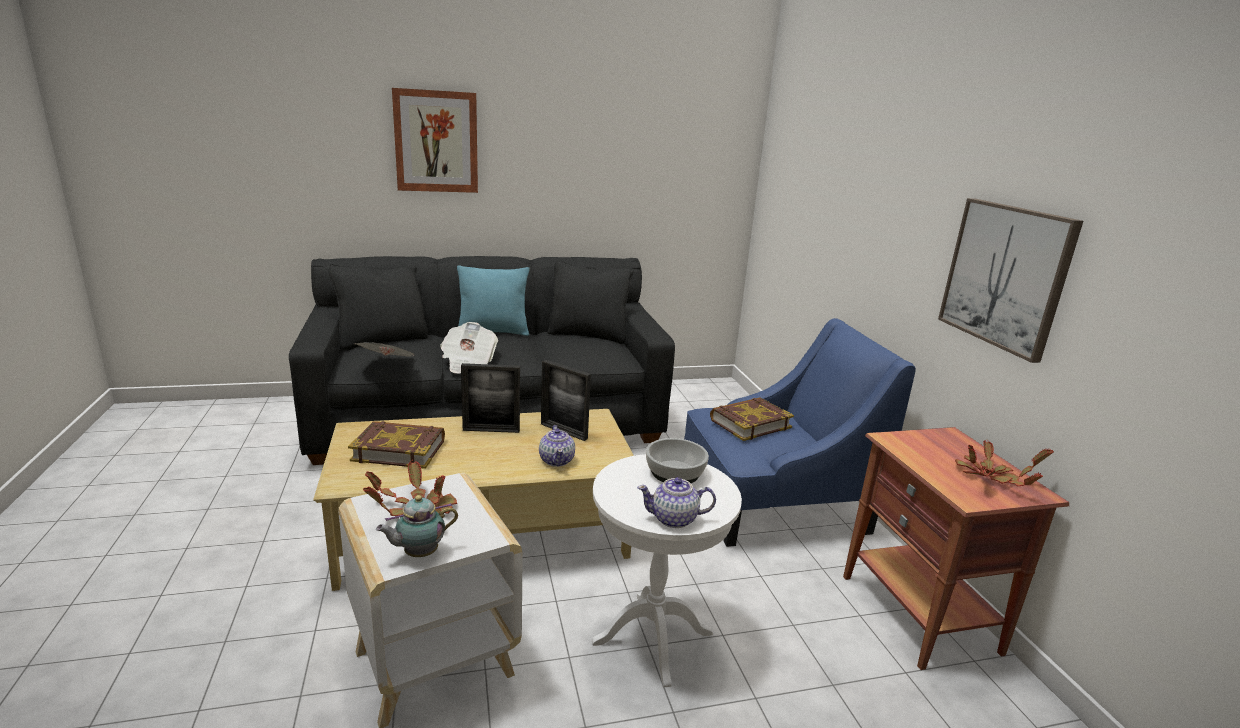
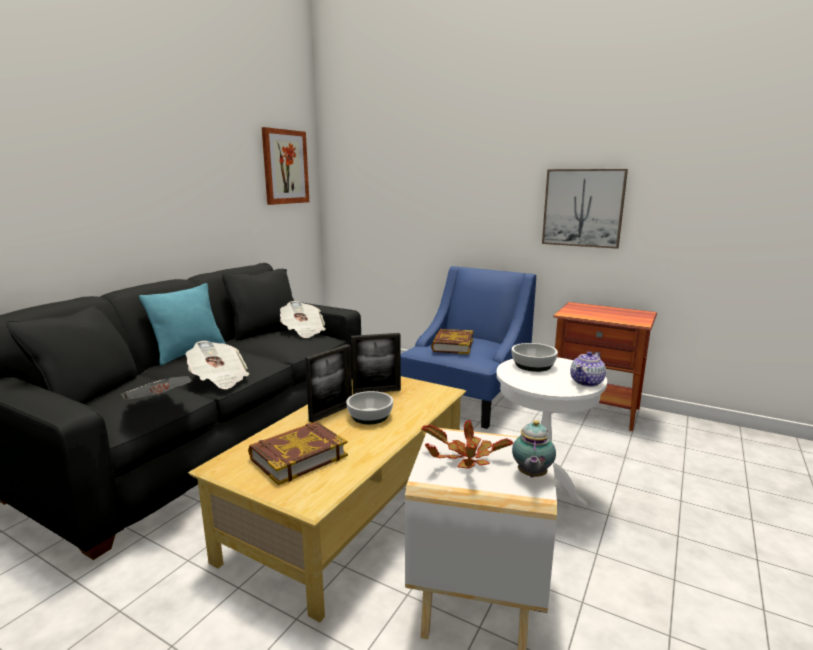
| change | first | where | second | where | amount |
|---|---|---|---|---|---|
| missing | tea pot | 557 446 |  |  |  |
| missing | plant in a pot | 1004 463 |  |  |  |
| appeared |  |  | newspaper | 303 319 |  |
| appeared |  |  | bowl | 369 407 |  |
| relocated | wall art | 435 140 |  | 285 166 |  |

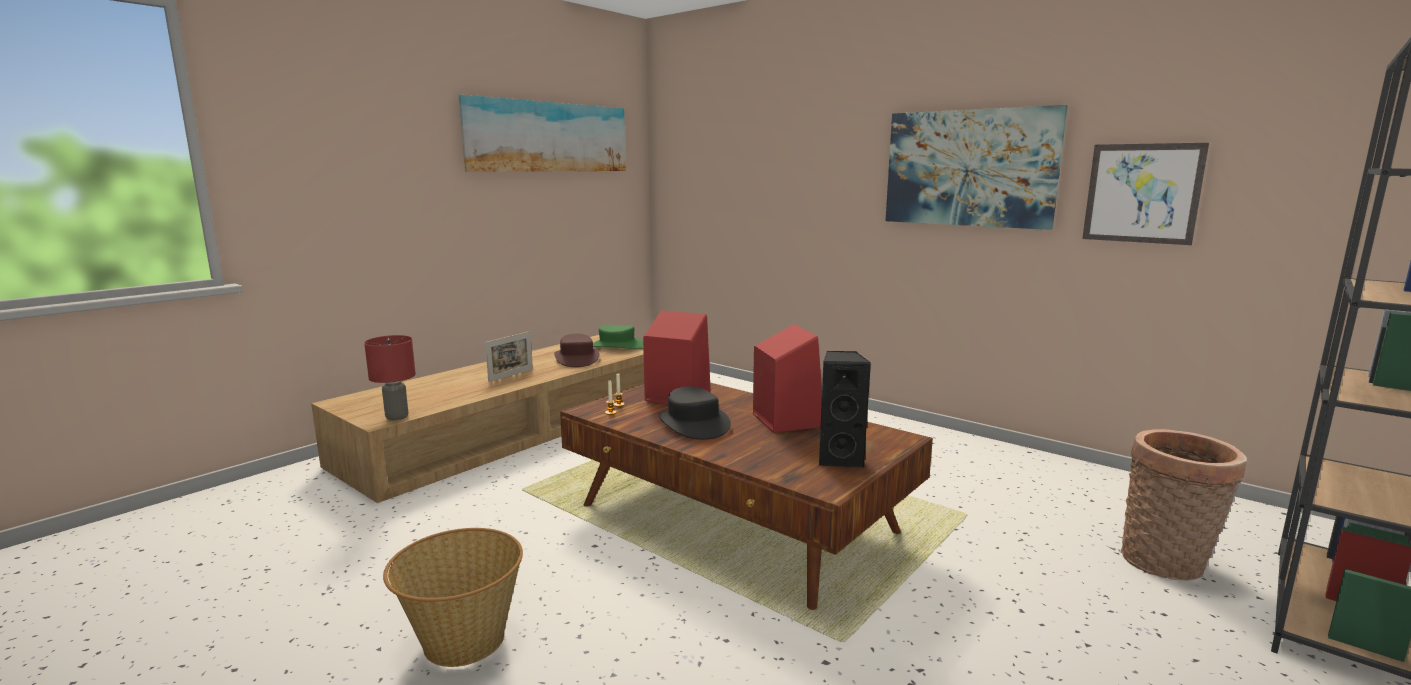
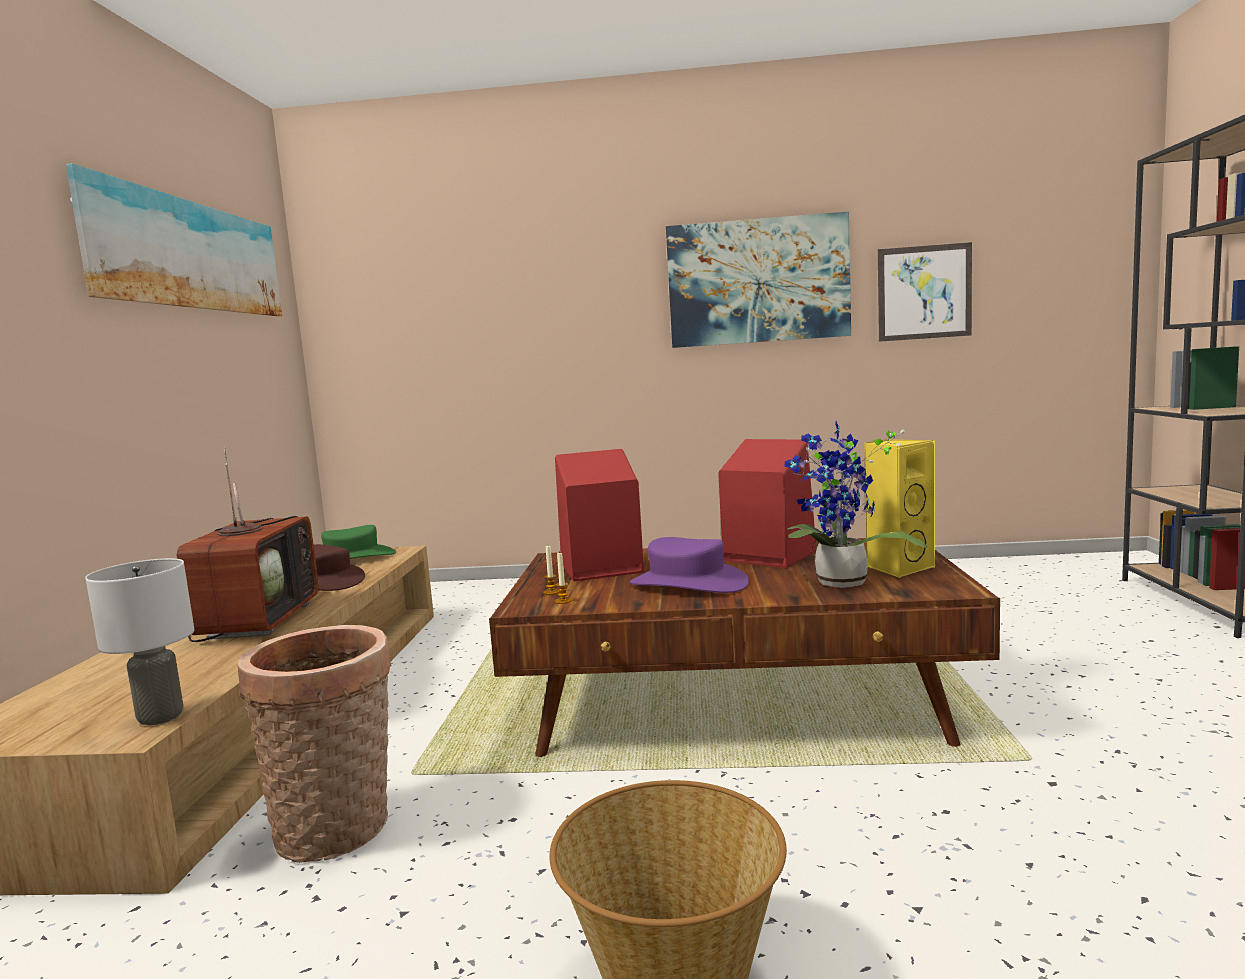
| change | first | where | second | where | amount |
|---|---|---|---|---|---|
| appeared |  |  | plant in a pot | 855 504 |  |
| relocated | storage basket | 1184 504 |  | 314 744 |  |
| exchanged | photo frame | 509 356 | TV | 248 544 |  |
| colour | red lamp for a table | 390 377 | white-coloured lamp for a table | 139 641 |  |
| colour | blackish wearable hat | 694 413 | purple-coloured wearable hat | 689 565 |  |
| colour | blackish audio speaker | 845 409 | yellow-coloured audio speaker | 899 508 |  |

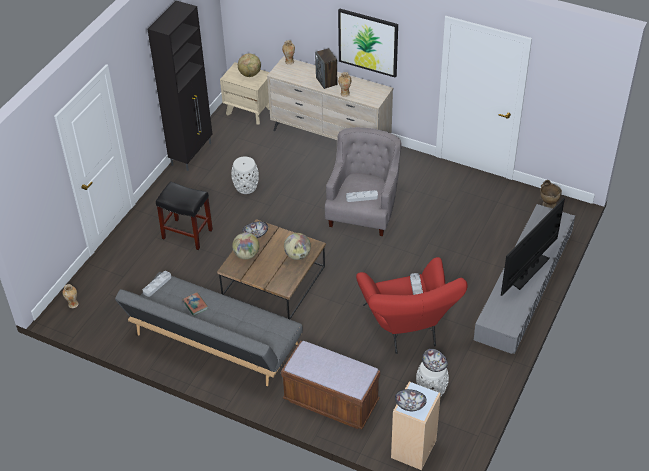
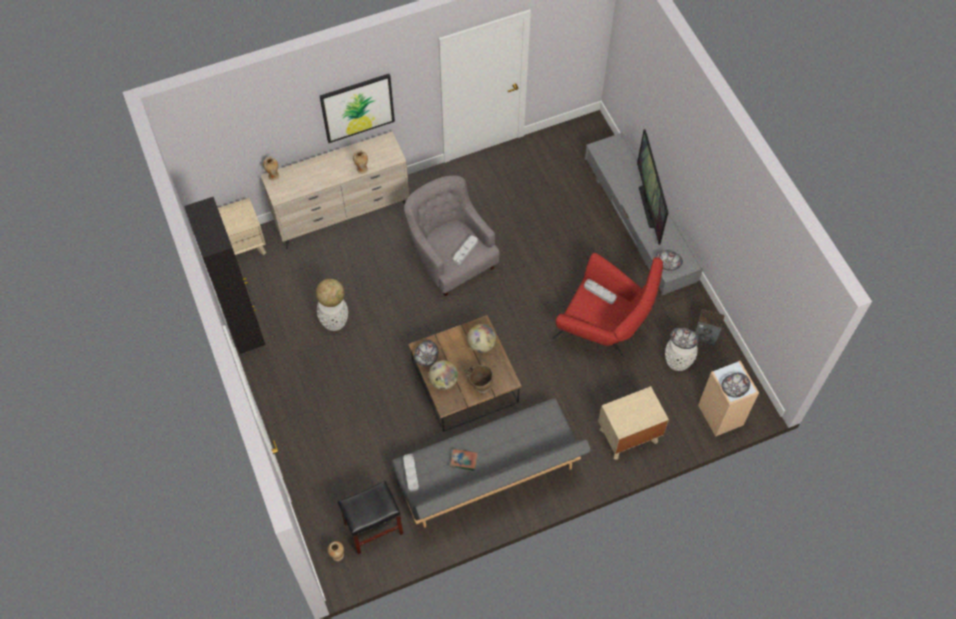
| change | first | where | second | where | amount |
|---|---|---|---|---|---|
| appeared |  |  | bowl | 669 260 |  |
| relocated | blackish stool seat | 184 215 |  | 370 517 |  |
| relocated | desk globe | 249 65 |  | 330 293 |  |
| relocated | audio speaker | 326 68 |  | 709 327 |  |
| relocated | beige-coloured vase | 551 194 |  | 478 379 |  |
| exchanged | brown-coloured long seat | 330 385 | beige-coloured night table | 633 423 |  |

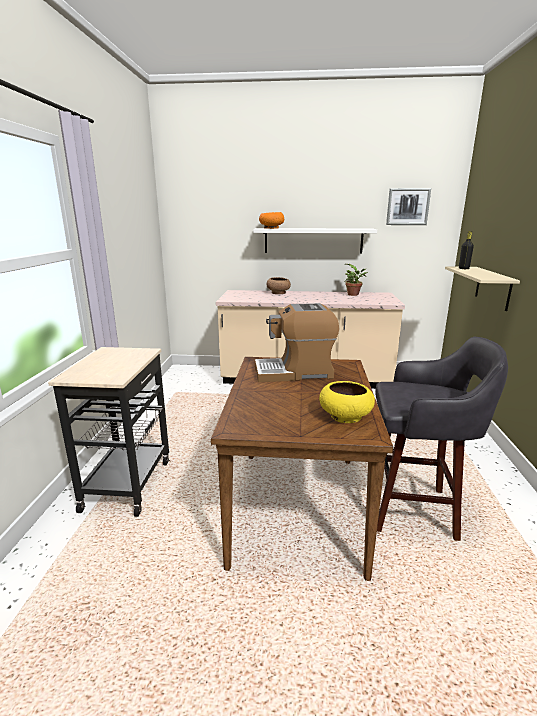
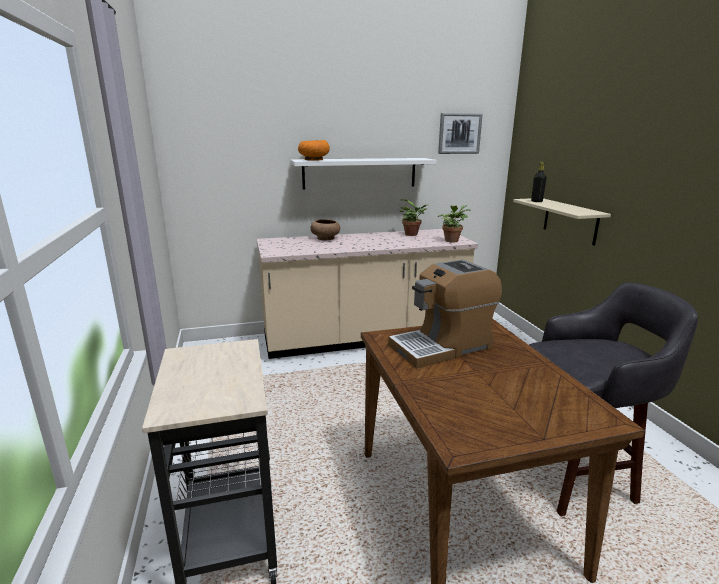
| change | first | where | second | where | amount |
|---|---|---|---|---|---|
| missing | yellow-coloured bowl | 347 402 |  |  |  |
| appeared |  |  | plant in a pot | 454 223 |  |

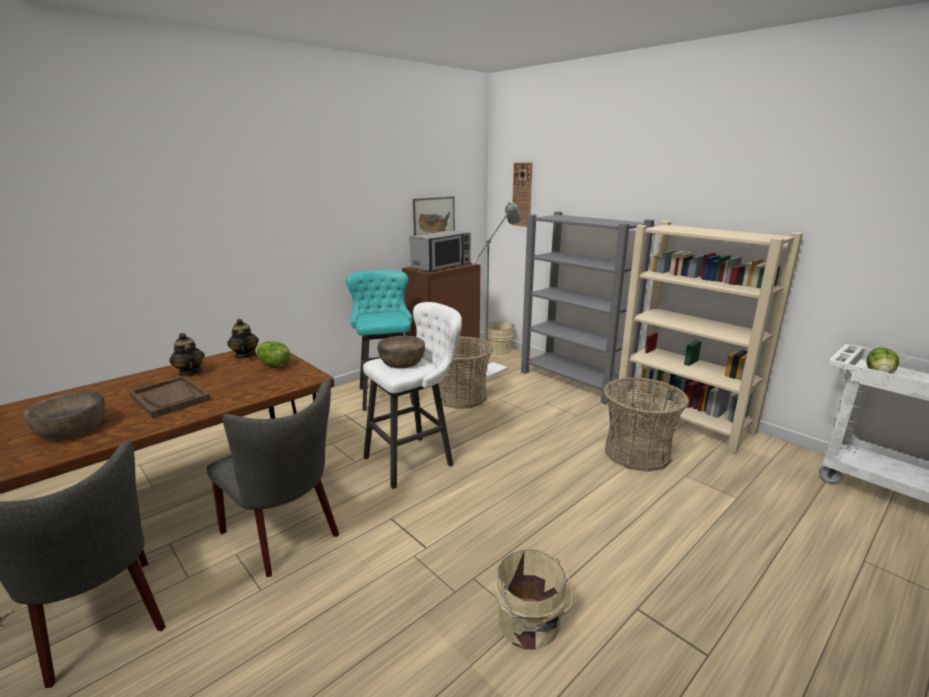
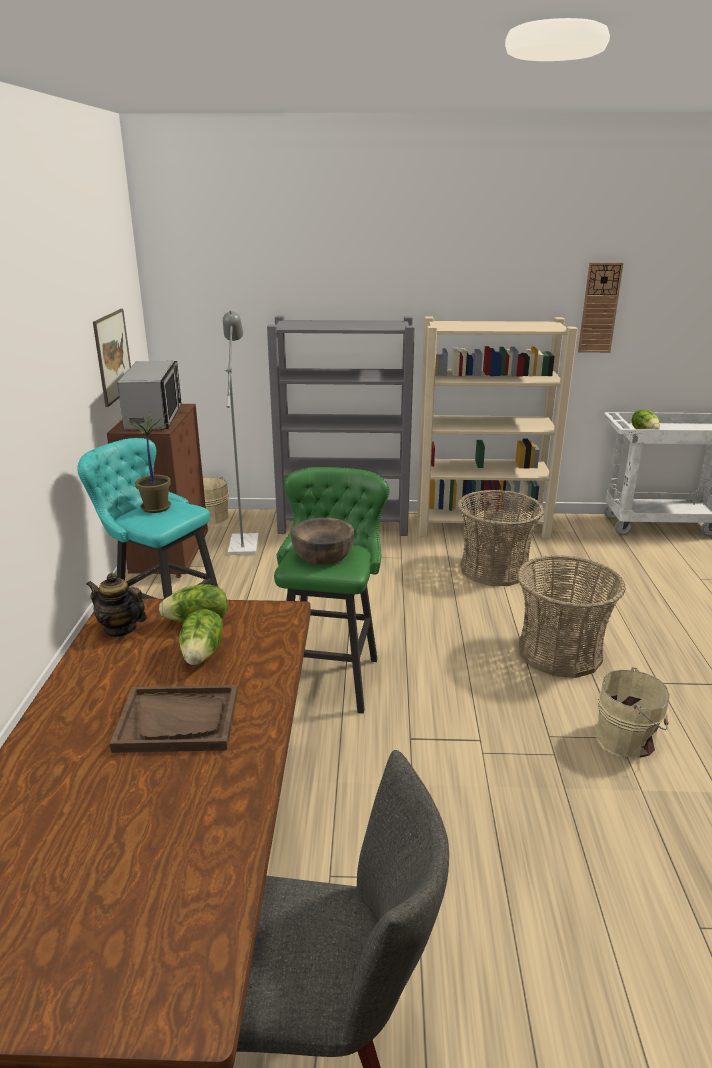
| change | first | where | second | where | amount |
|---|---|---|---|---|---|
| missing | brown-coloured bowl | 64 416 |  |  |  |
| missing | tea pot | 187 354 |  |  |  |
| missing | grey plain chair | 273 477 |  |  |  |
| appeared |  |  | plant in a pot | 149 462 |  |
| appeared |  |  | lettuce head | 201 637 |  |
| relocated | storage basket | 465 373 |  | 571 616 |  |
| relocated | hanging clock | 522 194 |  | 601 307 |  |
| colour | white-coloured stool seat | 412 395 | green-coloured stool seat | 331 590 |  |

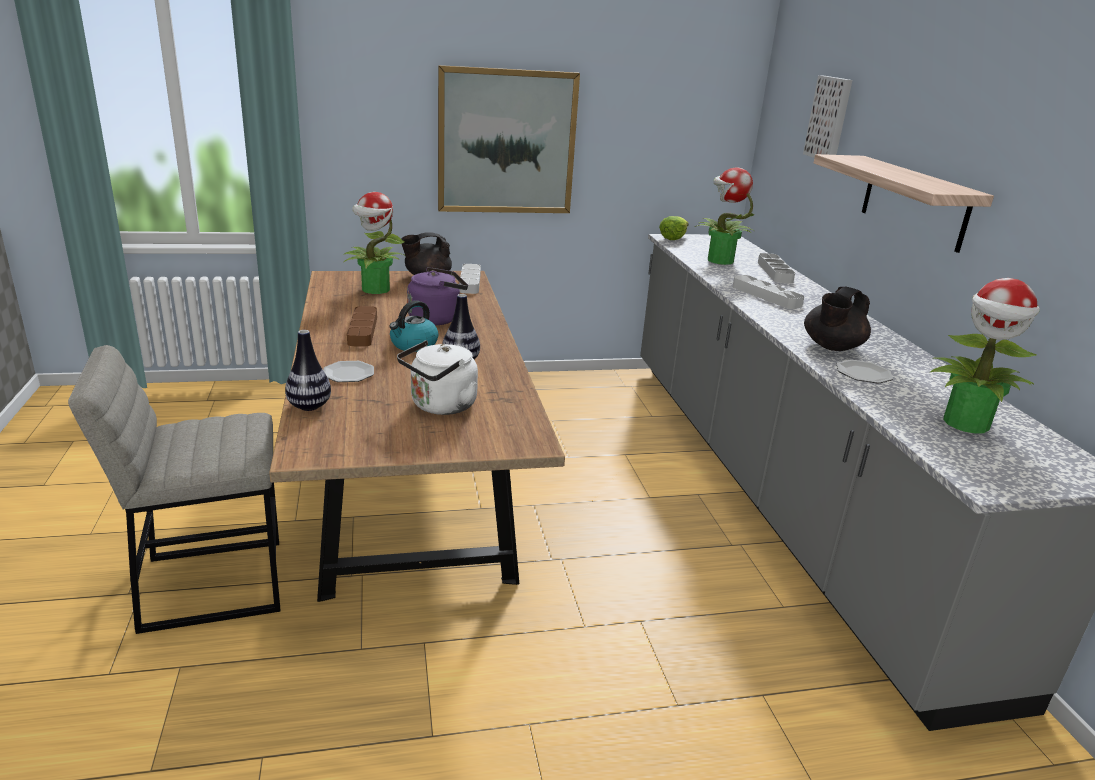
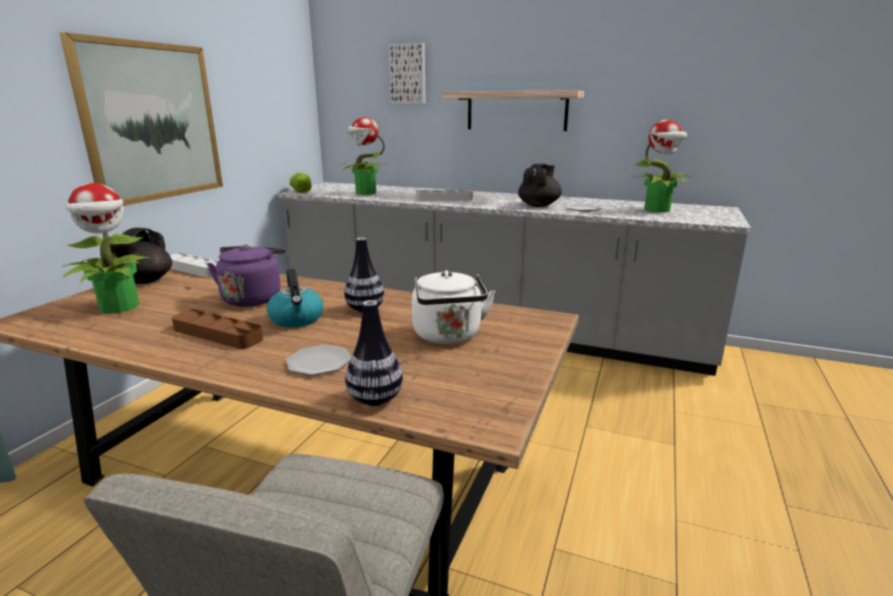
| change | first | where | second | where | amount |
|---|---|---|---|---|---|
| missing | grey serving tray | 776 268 |  |  |  |
| spun | blackish tea pot | 837 319 |  | 540 185 | 135 degrees counterclockwise |

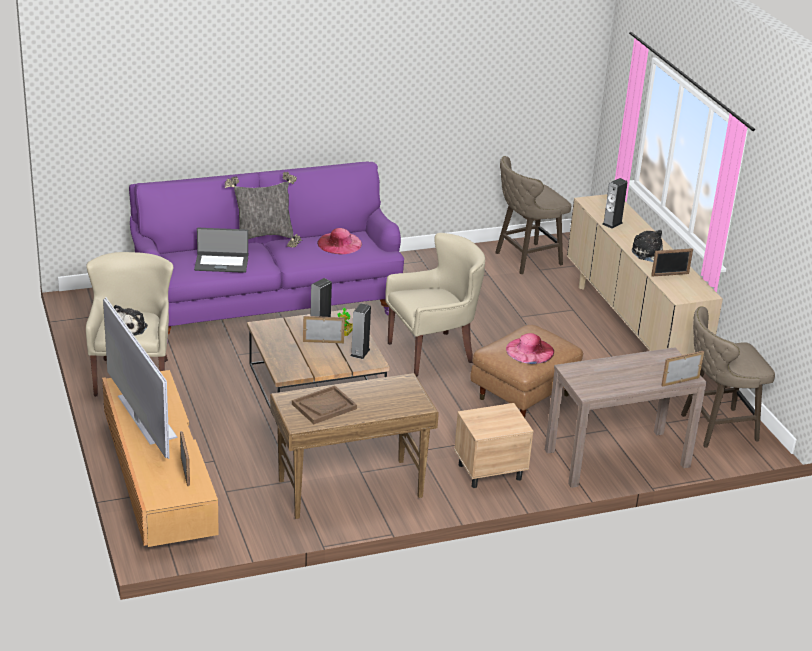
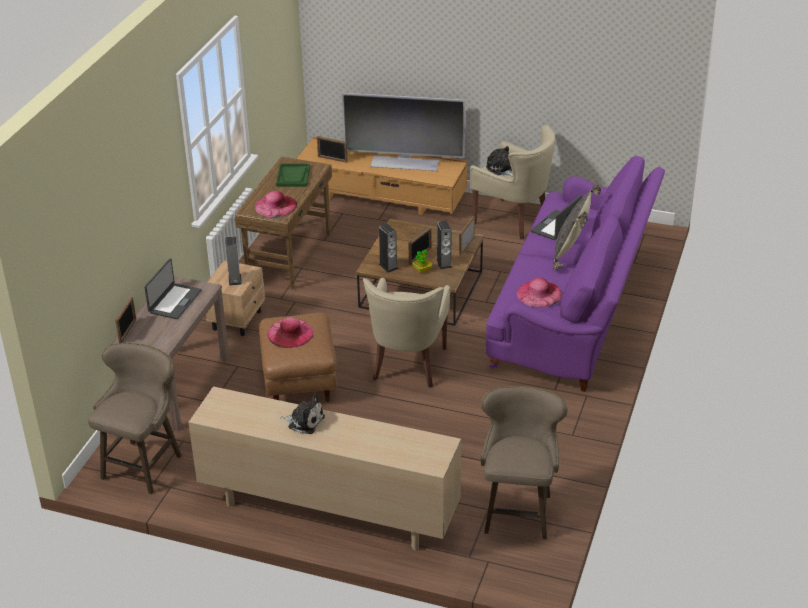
| change | first | where | second | where | amount |
|---|---|---|---|---|---|
| appeared |  |  | portable computer | 172 288 |  |
| appeared |  |  | pinkish wearable hat | 276 204 |  |
| relocated | audio speaker | 615 203 |  | 233 261 |  |
| relocated | photo frame | 672 262 |  | 467 236 |  |
| colour | brown-coloured serving tray | 324 405 | green-coloured serving tray | 293 175 |  |

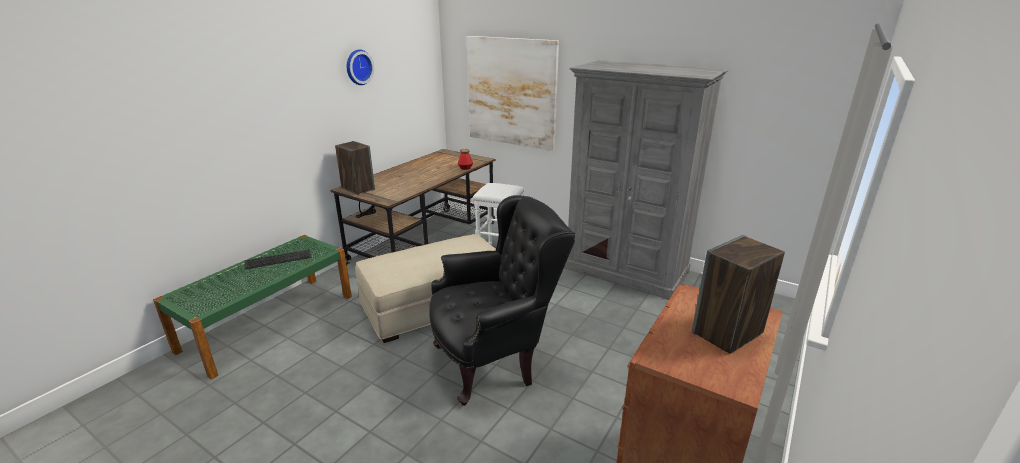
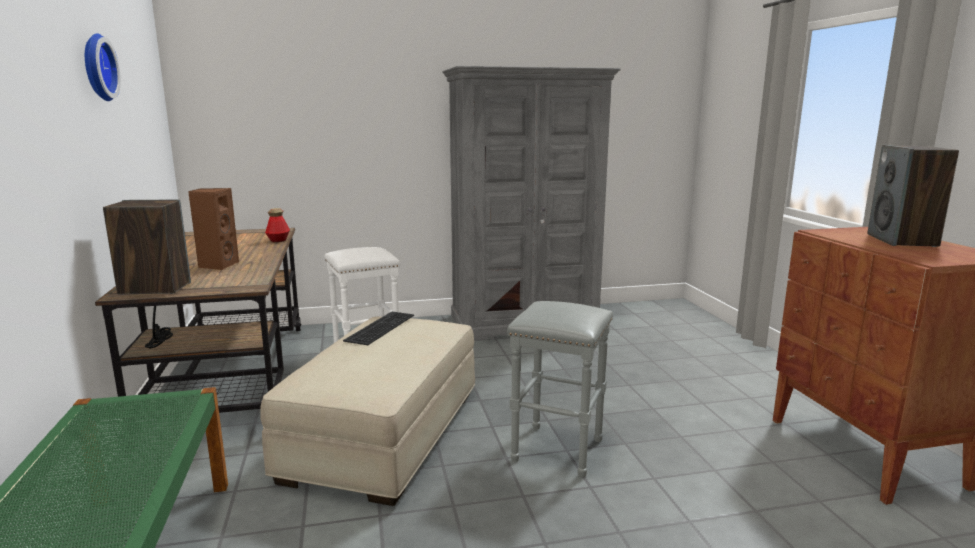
| change | first | where | second | where | amount |
|---|---|---|---|---|---|
| missing | wall art | 513 93 |  |  |  |
| appeared |  |  | brown-coloured audio speaker | 213 229 |  |
| relocated | keyboard | 277 259 |  | 378 328 |  |
| exchanged | blackish armchair | 502 300 | grey stool seat | 560 389 |  |

